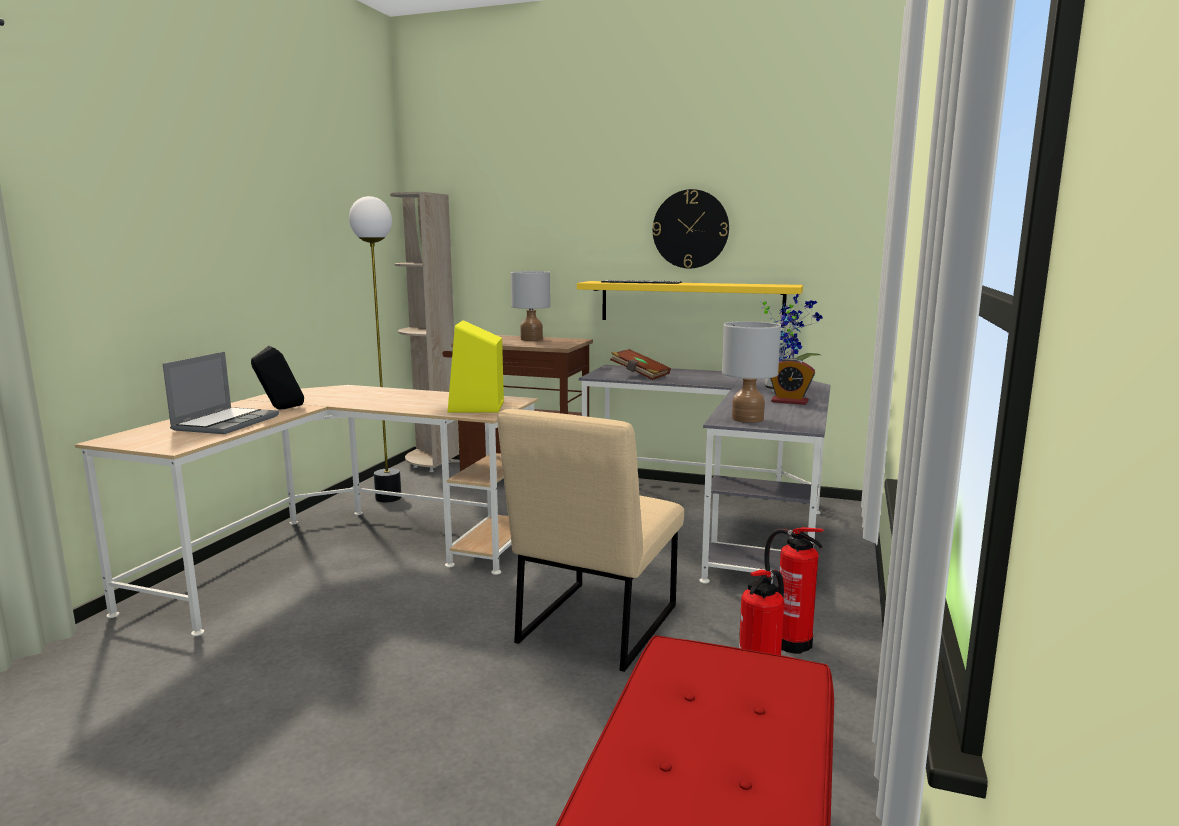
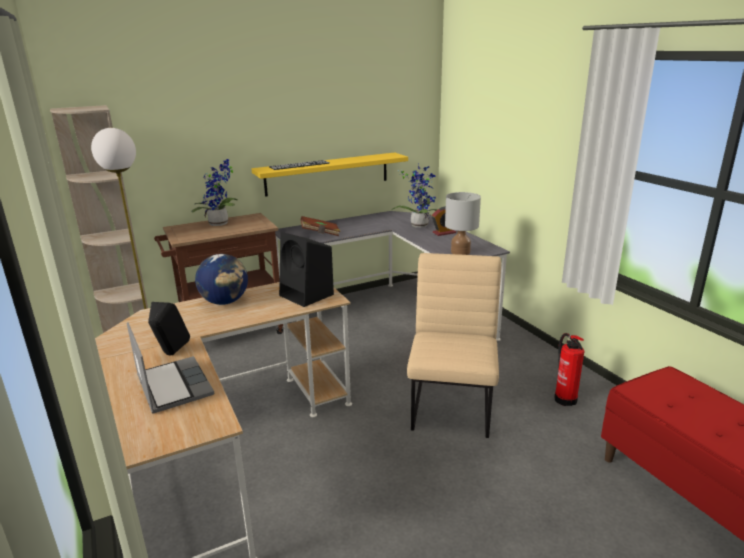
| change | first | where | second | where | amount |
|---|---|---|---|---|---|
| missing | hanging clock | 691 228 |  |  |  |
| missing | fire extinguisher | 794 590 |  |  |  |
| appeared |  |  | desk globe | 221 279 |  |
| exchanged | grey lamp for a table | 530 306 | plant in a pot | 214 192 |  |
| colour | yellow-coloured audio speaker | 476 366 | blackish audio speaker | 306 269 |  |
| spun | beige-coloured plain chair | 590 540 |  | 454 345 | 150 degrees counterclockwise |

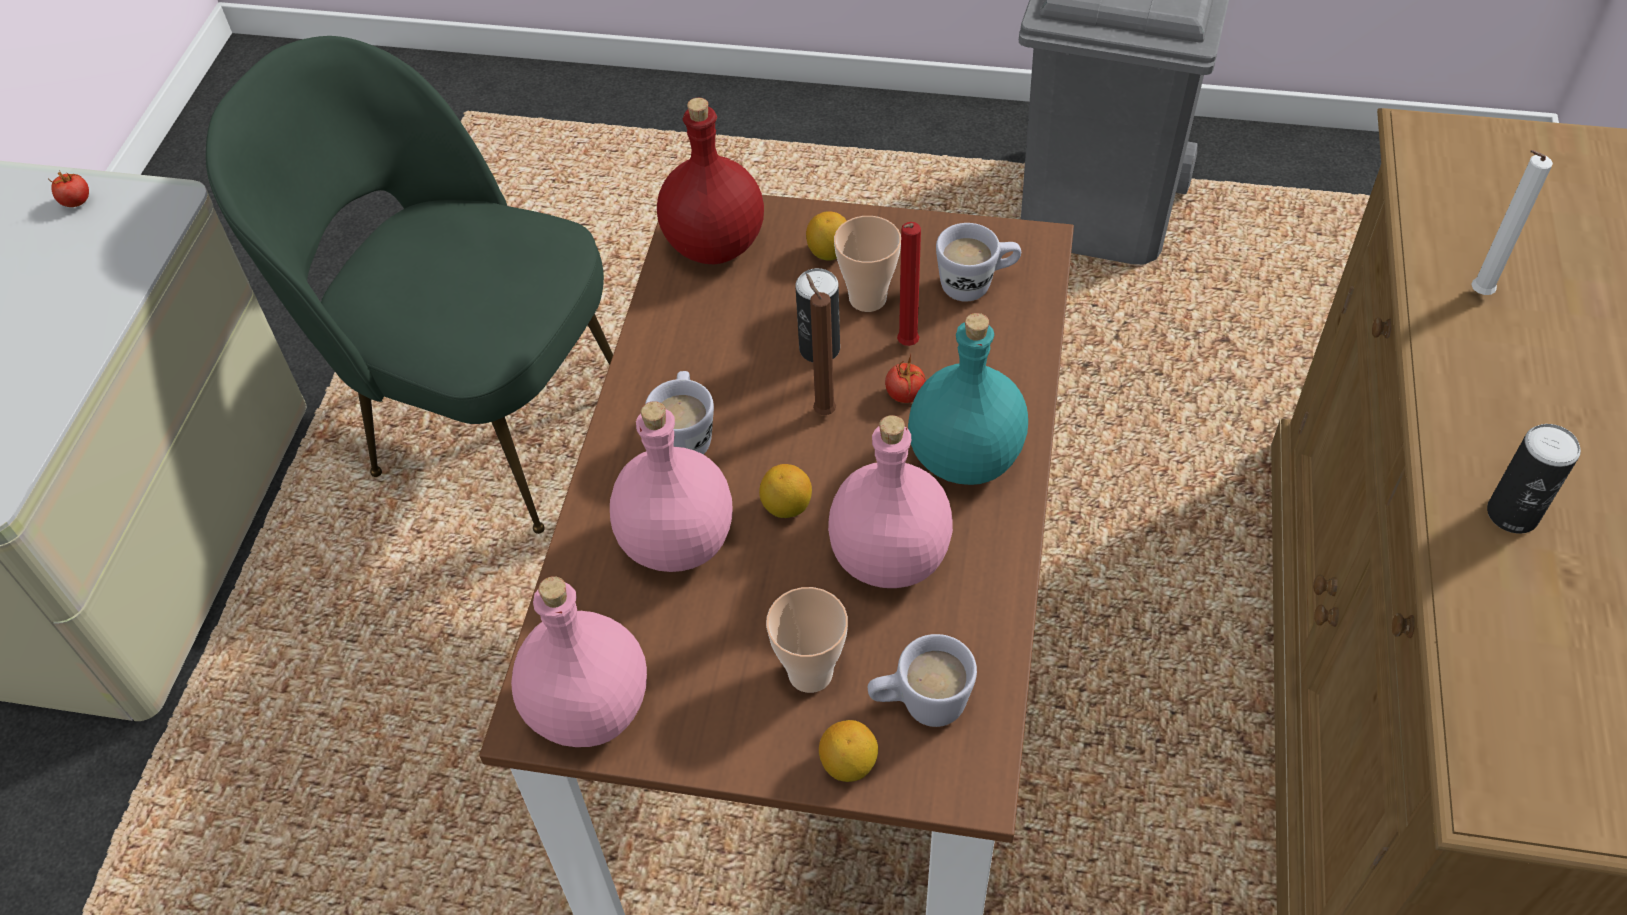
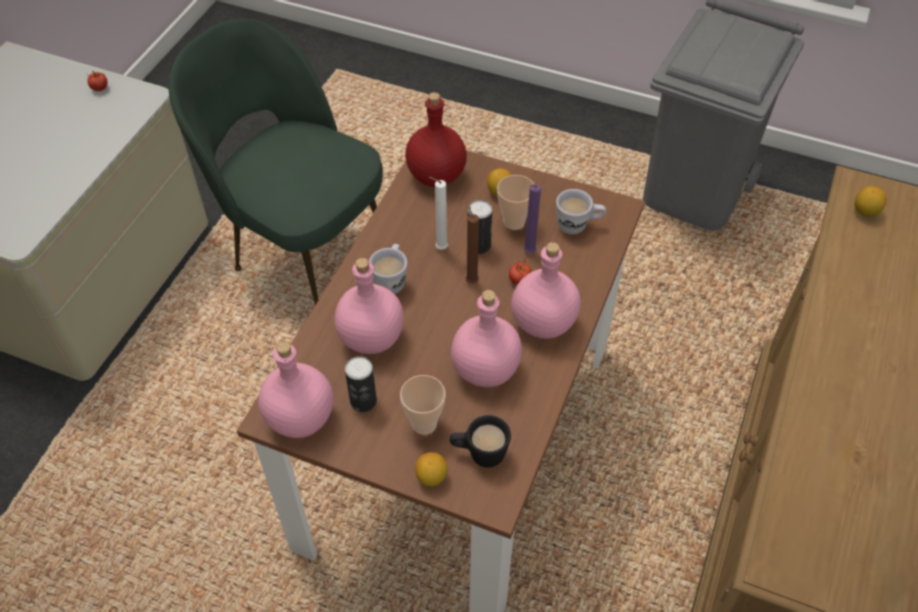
| change | first | where | second | where | amount |
|---|---|---|---|---|---|
| relocated | whole lemon | 785 491 |  | 870 201 |  |
| relocated | white-coloured wax candle | 1512 222 |  | 438 213 |  |
| relocated | metal can | 1534 479 |  | 361 384 |  |
| colour | white-coloured tea mug | 922 680 | blackish tea mug | 480 441 |  |
| colour | red wax candle | 909 284 | purple-coloured wax candle | 532 218 |  |
| colour | turquoise beverage bottle | 968 399 | pinkish beverage bottle | 546 290 |  |

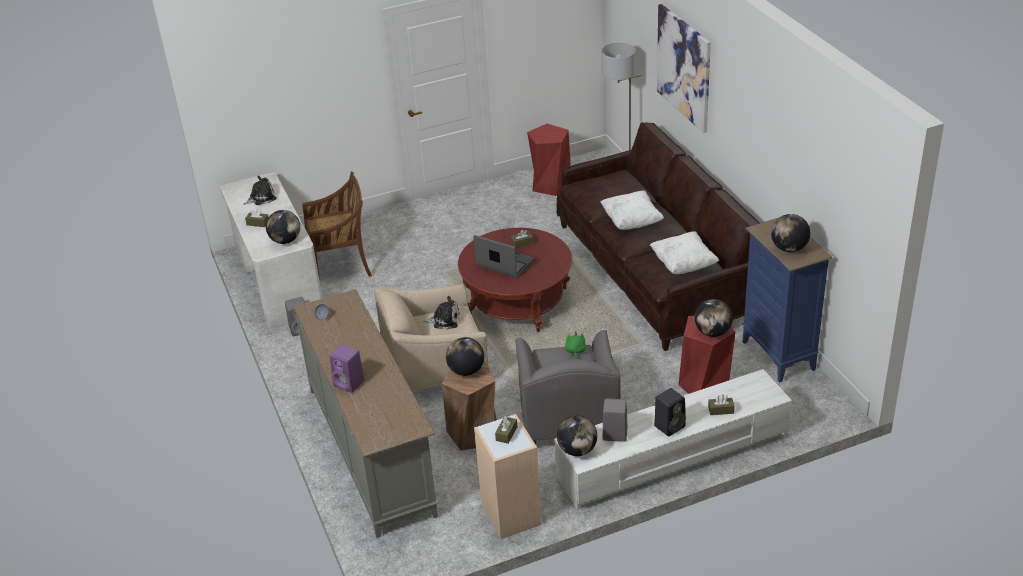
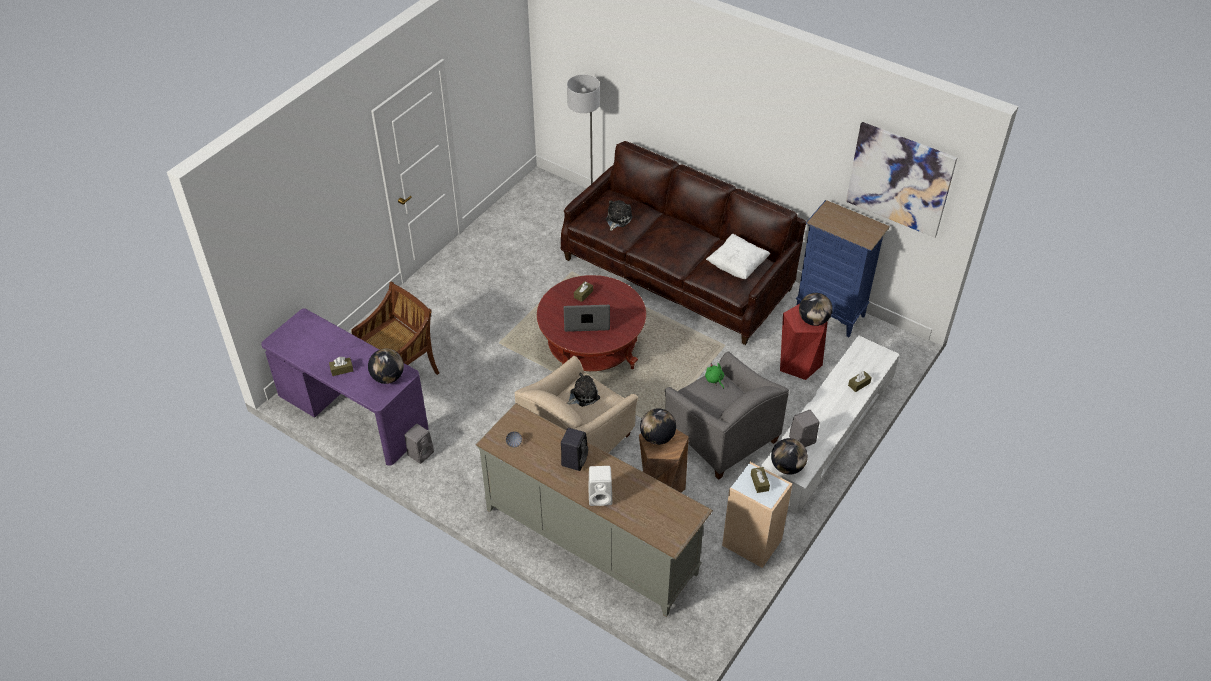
| change | first | where | second | where | amount |
|---|---|---|---|---|---|
| missing | red stool seat | 549 160 |  |  |  |
| missing | white-coloured cushion | 632 210 |  |  |  |
| missing | desk globe | 790 233 |  |  |  |
| relocated | plush toy | 259 190 |  | 619 215 |  |
| relocated | blackish audio speaker | 670 412 |  | 574 449 |  |
| relocated | wall art | 684 68 |  | 901 180 |  |
| colour | white-coloured desk unit | 271 250 | purple-coloured desk unit | 344 387 |  |
| colour | purple-coloured audio speaker | 347 368 | white-coloured audio speaker | 600 486 |  |

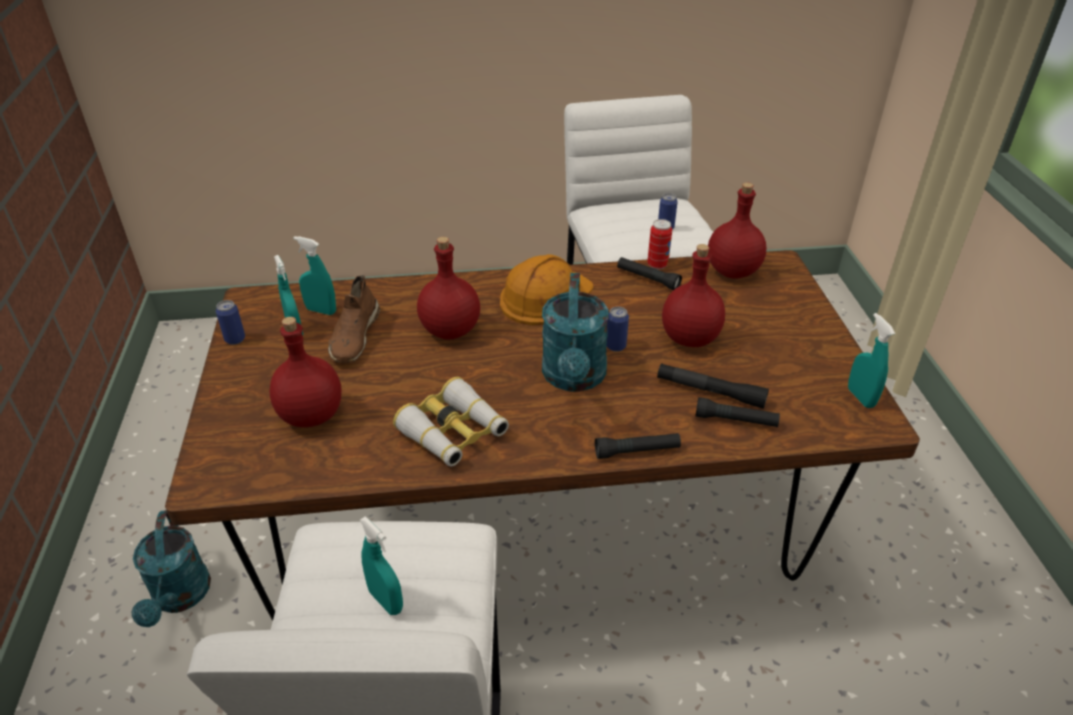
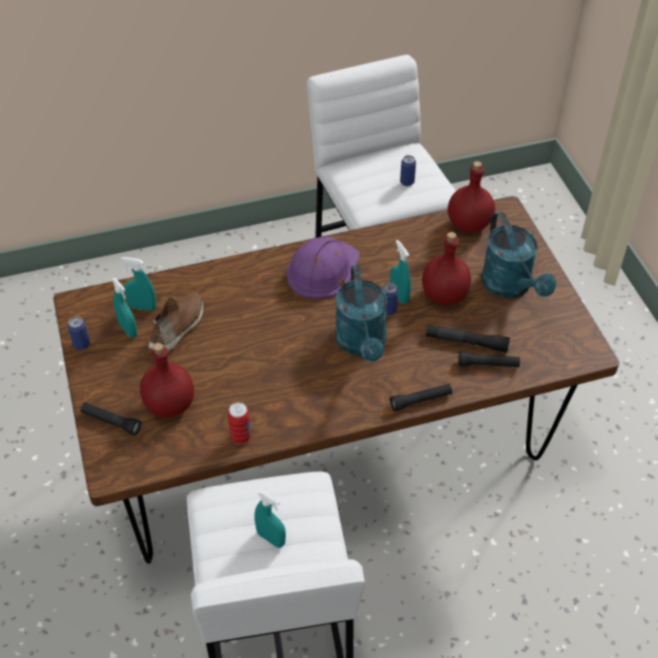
| change | first | where | second | where | amount |
|---|---|---|---|---|---|
| missing | field glasses | 451 421 |  |  |  |
| missing | red beverage bottle | 448 288 |  |  |  |
| relocated | turquoise watering pot | 171 568 |  | 518 255 |  |
| relocated | blackish flashlight | 649 273 |  | 110 418 |  |
| relocated | metal can | 659 244 |  | 239 423 |  |
| relocated | turquoise sprayer | 871 360 |  | 400 272 |  |
| colour | orangey safety helmet | 546 289 | purple-coloured safety helmet | 323 268 |  |
| spun | brown-coloured shoe | 354 319 |  | 176 322 | 150 degrees counterclockwise |

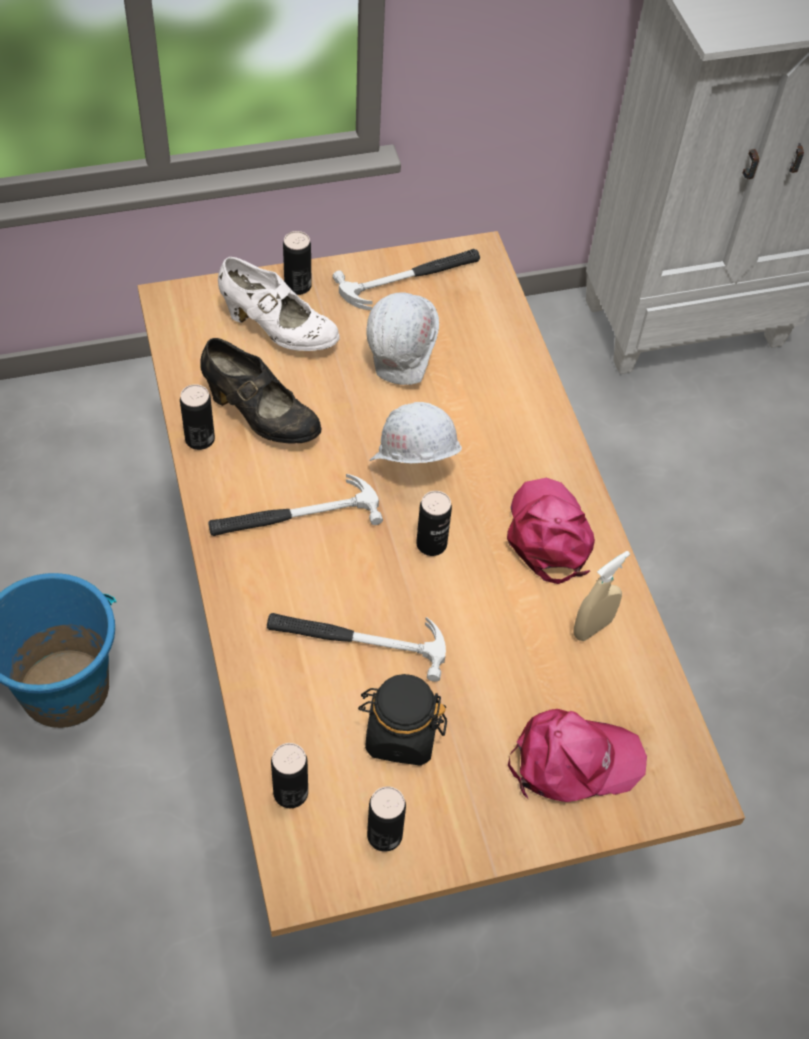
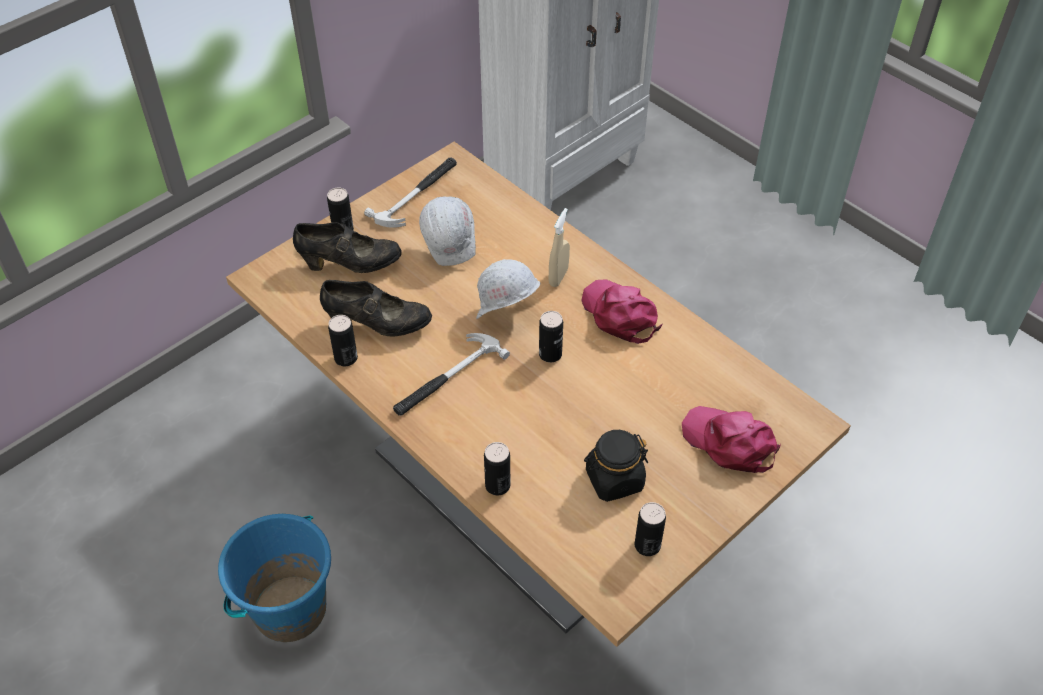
| change | first | where | second | where | amount |
|---|---|---|---|---|---|
| missing | tool hammer | 356 647 |  |  |  |
| relocated | metal can | 289 775 |  | 497 468 |  |
| relocated | beige-coloured sprayer | 602 596 |  | 559 247 |  |
| colour | white-coloured shoe | 279 304 | blackish shoe | 347 247 |  |
| spun | pinkish cap | 577 755 |  | 731 439 | 105 degrees counterclockwise |

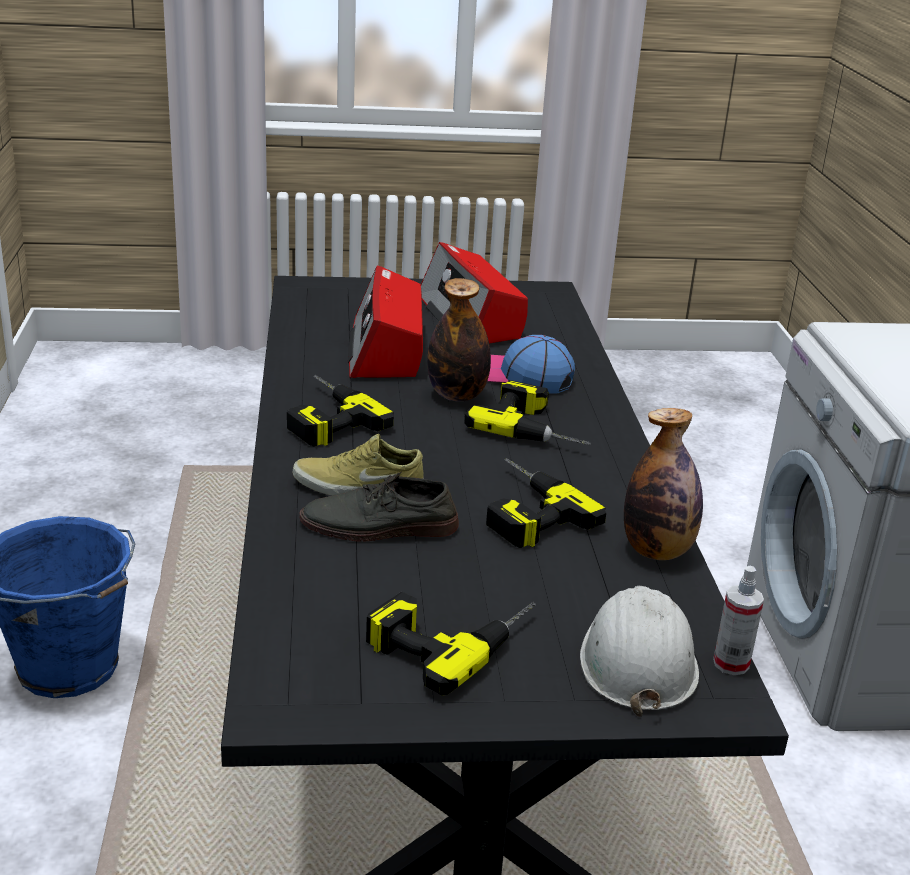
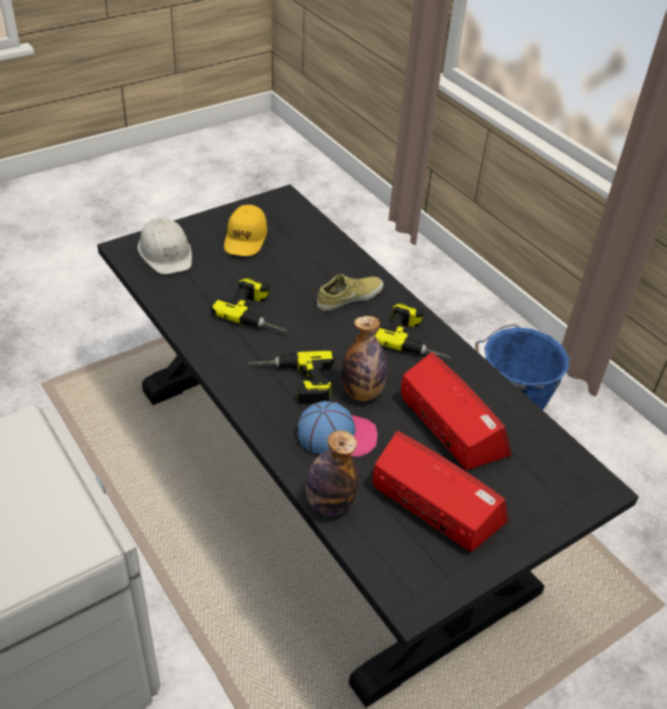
| change | first | where | second | where | amount |
|---|---|---|---|---|---|
| missing | grey shoe | 379 506 |  |  |  |
| missing | sprayer | 738 620 |  |  |  |
| relocated | beverage bottle | 663 484 |  | 332 473 |  |
| exchanged | drill | 451 644 | yellow-coloured cap | 245 230 |  |

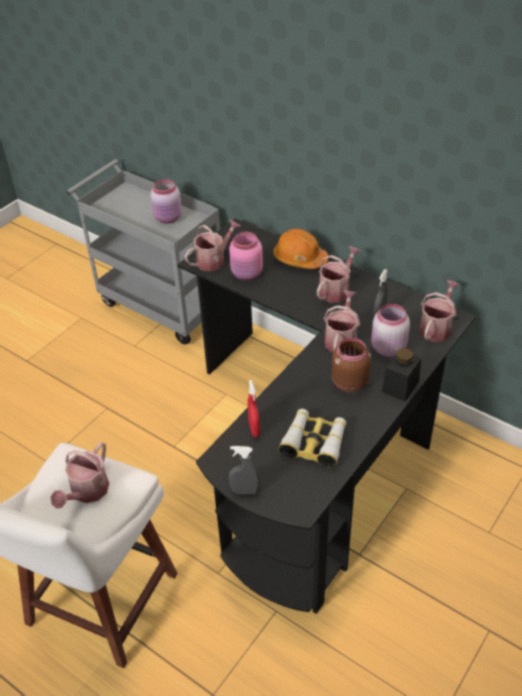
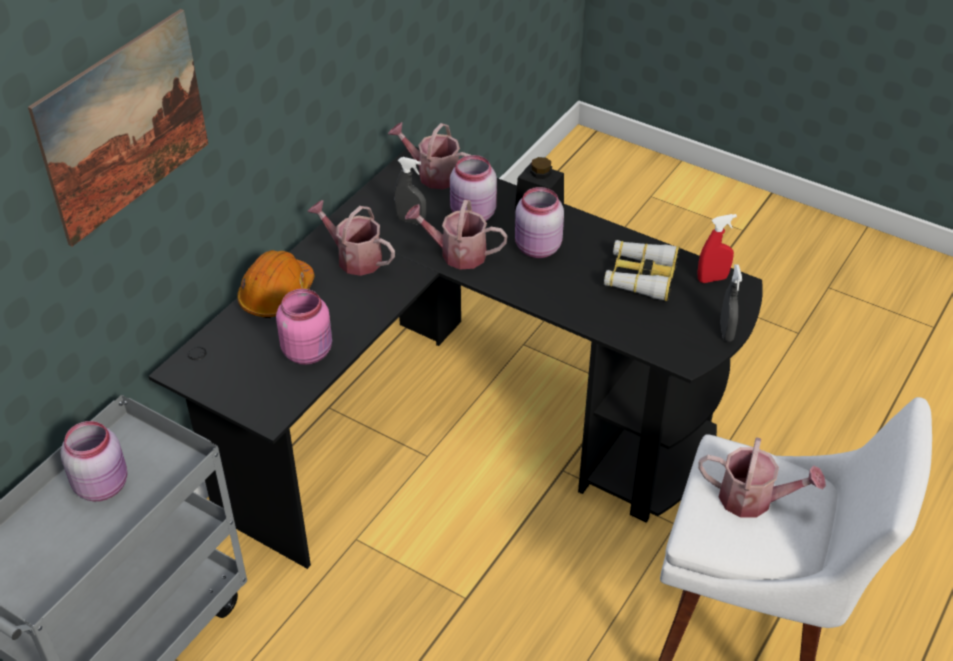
| change | first | where | second | where | amount |
|---|---|---|---|---|---|
| missing | watering pot | 213 245 |  |  |  |
| appeared |  |  | wall art | 118 128 |  |
| relocated | red sprayer | 254 408 |  | 717 248 |  |
| colour | brown-coloured preserve jar | 351 365 | pinkish preserve jar | 539 222 |  |

